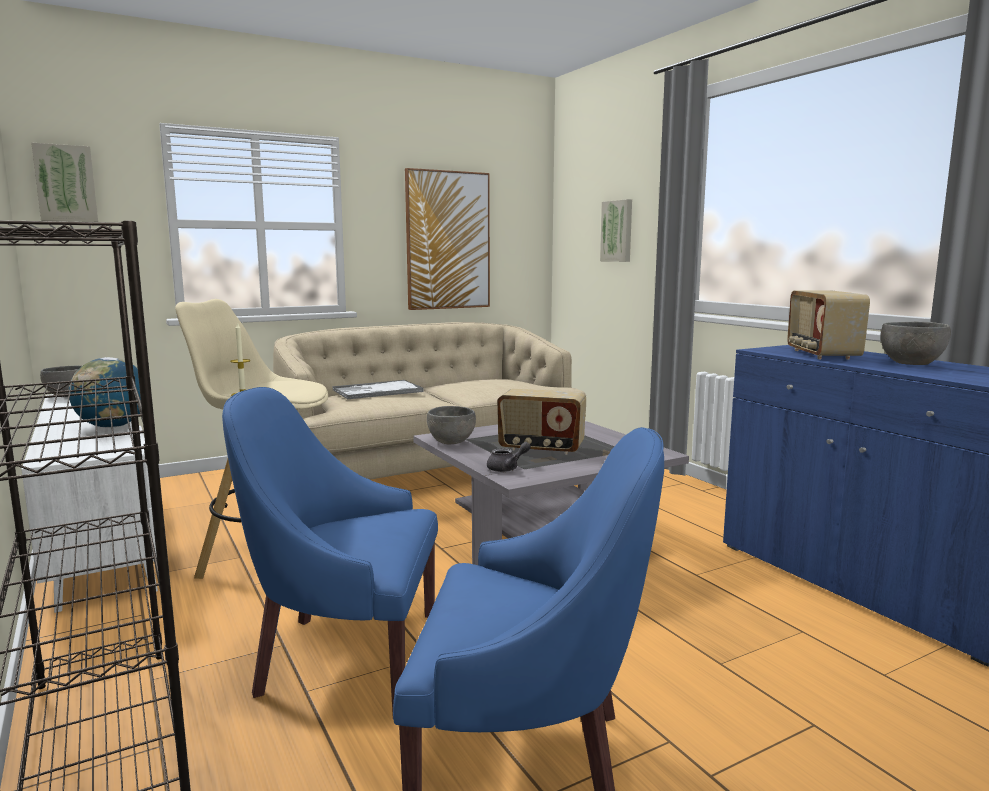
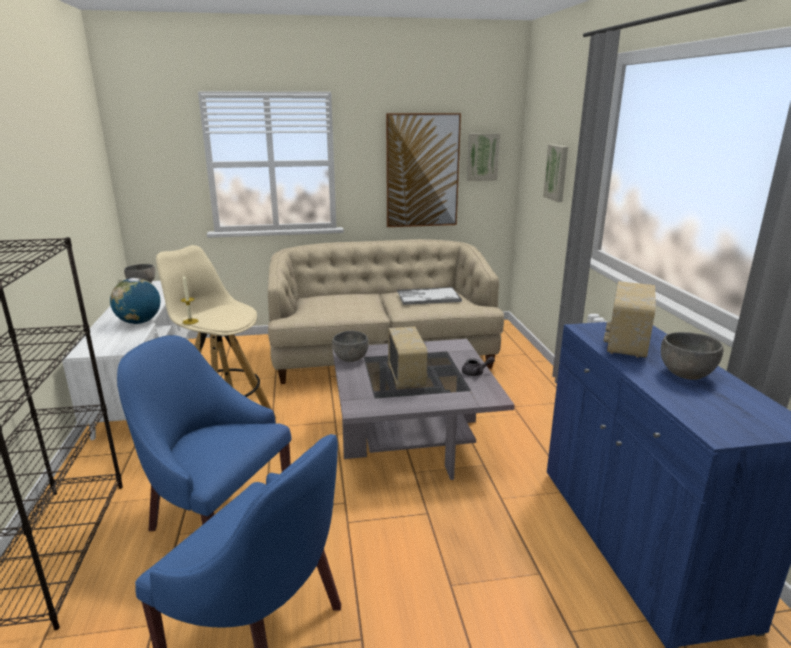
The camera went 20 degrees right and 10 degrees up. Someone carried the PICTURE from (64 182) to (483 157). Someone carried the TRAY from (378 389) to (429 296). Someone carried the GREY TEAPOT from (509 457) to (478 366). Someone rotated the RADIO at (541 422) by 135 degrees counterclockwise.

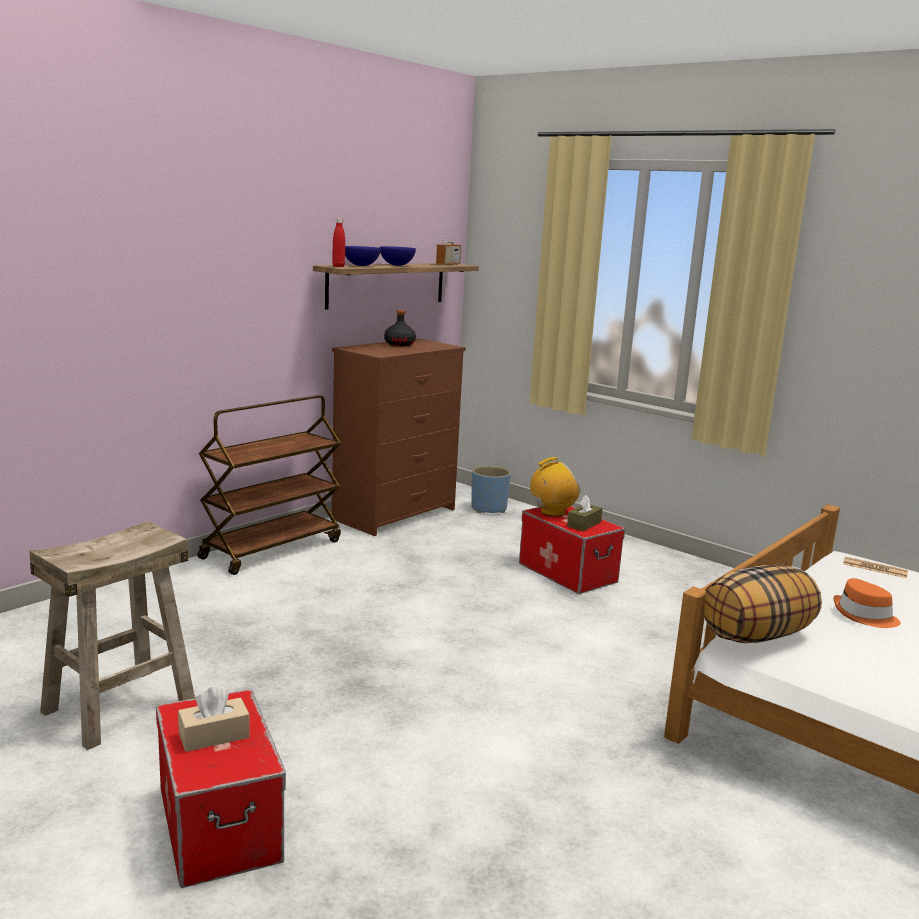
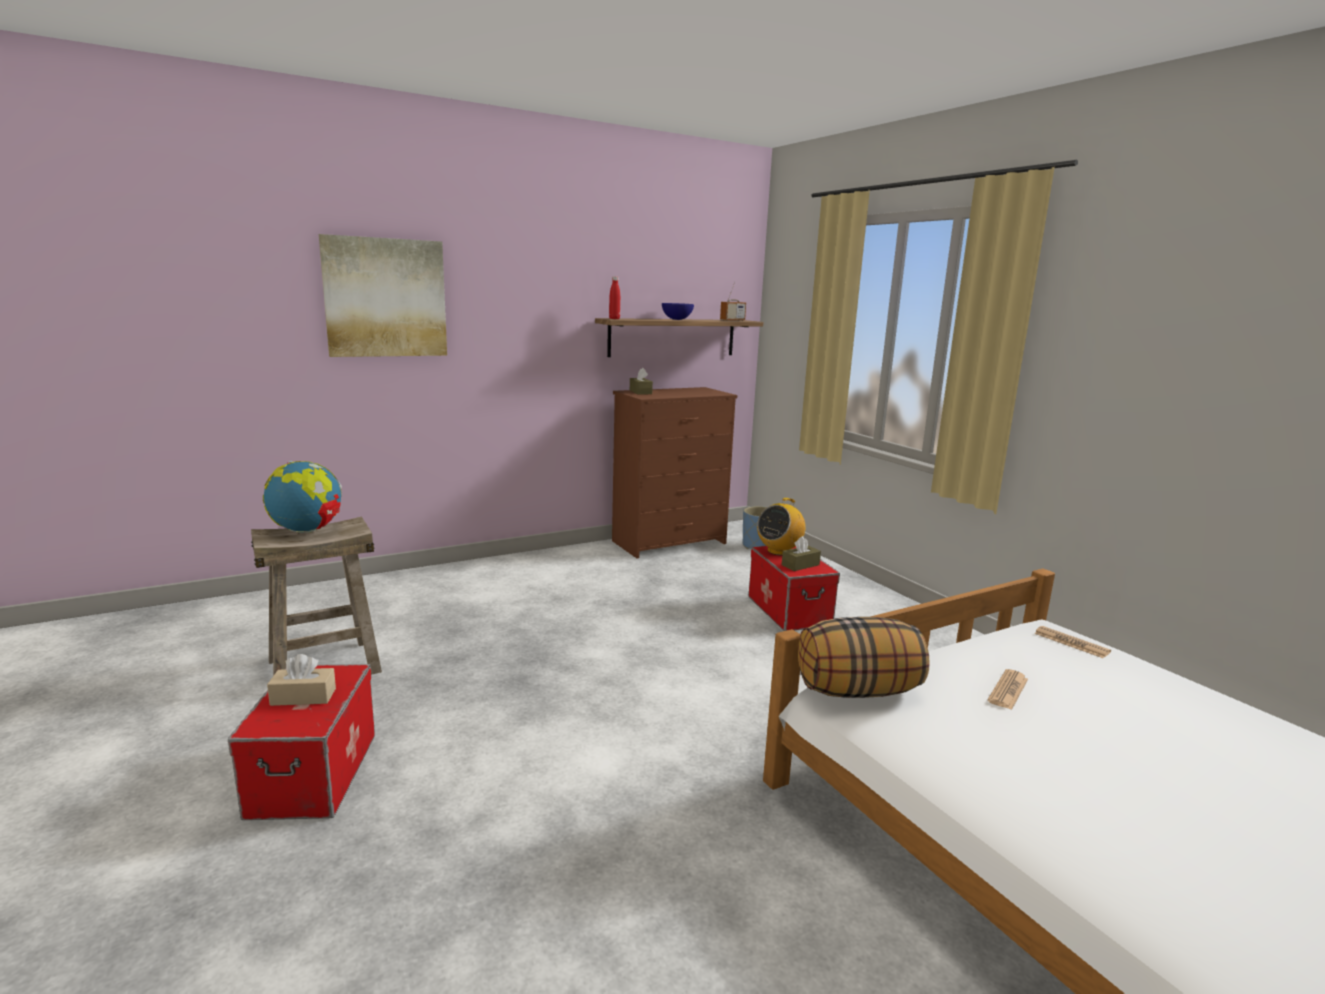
The camera went 20 degrees right and 0 degrees up. Someone took away the BROWN-COLOURED CART at (269 485). Someone took away the BLUE-COLOURED SERVING BOWL at (363 256). Someone took away the BLACK DRINK BOTTLE at (400 328). Someone rotated the RADIO at (555 486) by 135 degrees clockwise. Someone swapped the ORANGE WEARABLE HAT at (867 603) for the DAILY PAPER at (1007 689). Someone put down the WORLD GLOBE at (302 497). Someone put up the PICTURE at (383 295). Someone put down the BROWN-COLOURED TISSUE BOX at (641 380).

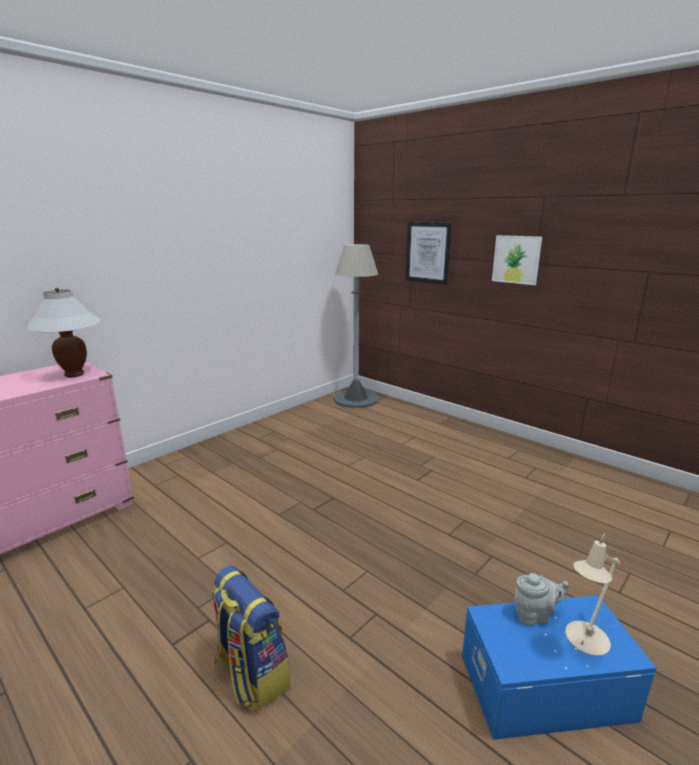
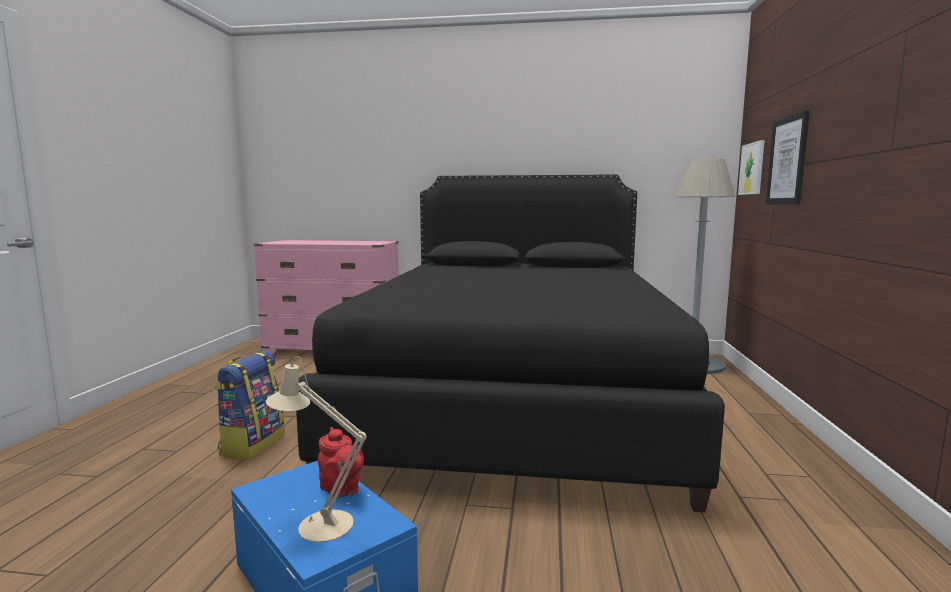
The camera went 55 degrees right and 10 degrees down. Someone took away the WHITE-COLOURED TABLETOP LAMP at (63 333). Someone carried the PICTURE from (517 260) to (751 167). Someone repainted the GREY TEAPOT at (541 599), which became the RED TEAPOT at (341 462). Someone put down the BLACK BED at (510 343).

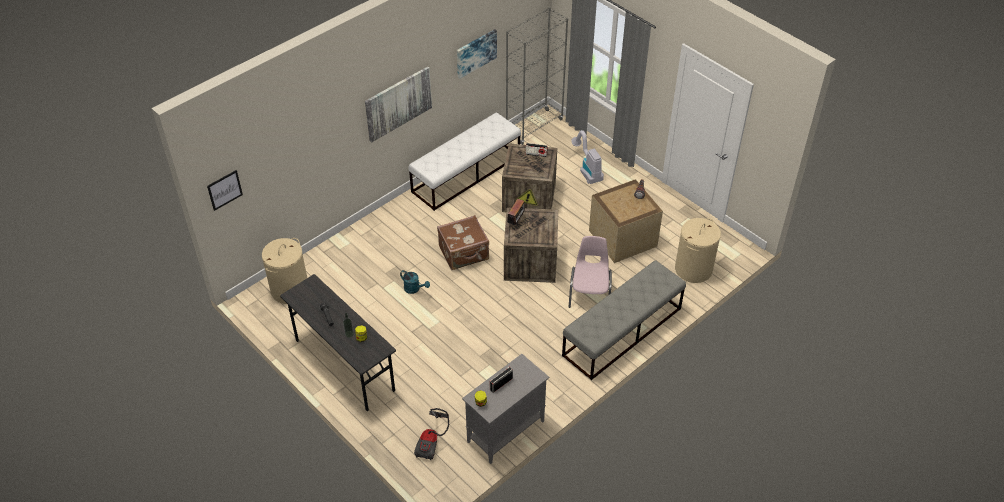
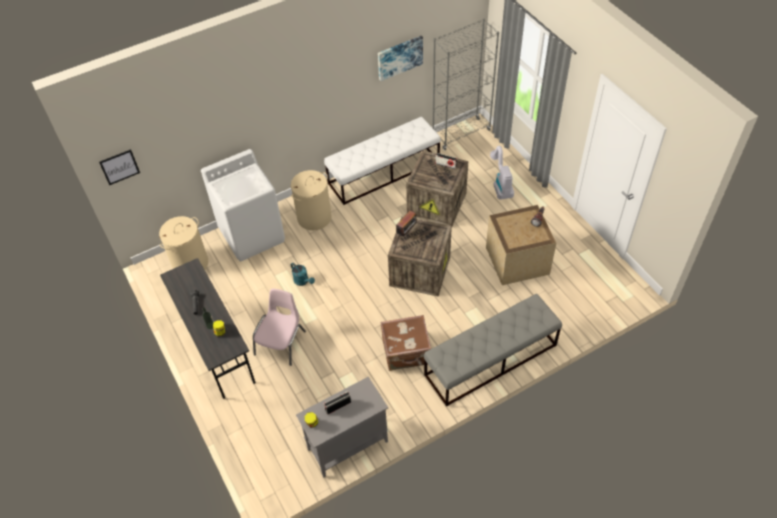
The camera went 15 degrees right and 5 degrees up. Someone took away the PICTURE at (398 104). Someone took away the VACUUM at (431 434). Someone carried the BROWN-COLOURED SUITCASE from (463 242) to (406 343). Someone carried the PINK-COLOURED PLAIN CHAIR from (590 272) to (279 327). Someone carried the SAND-COLOURED HAMPER from (698 250) to (311 200). Someone put down the WHITE-COLOURED LAUNDRY APPLIANCE at (243 205).

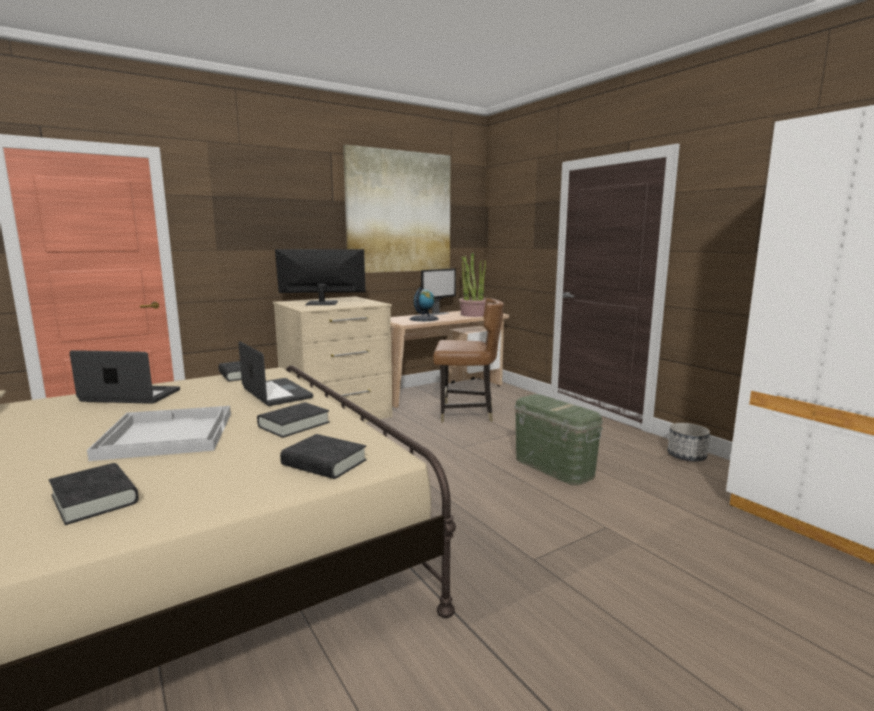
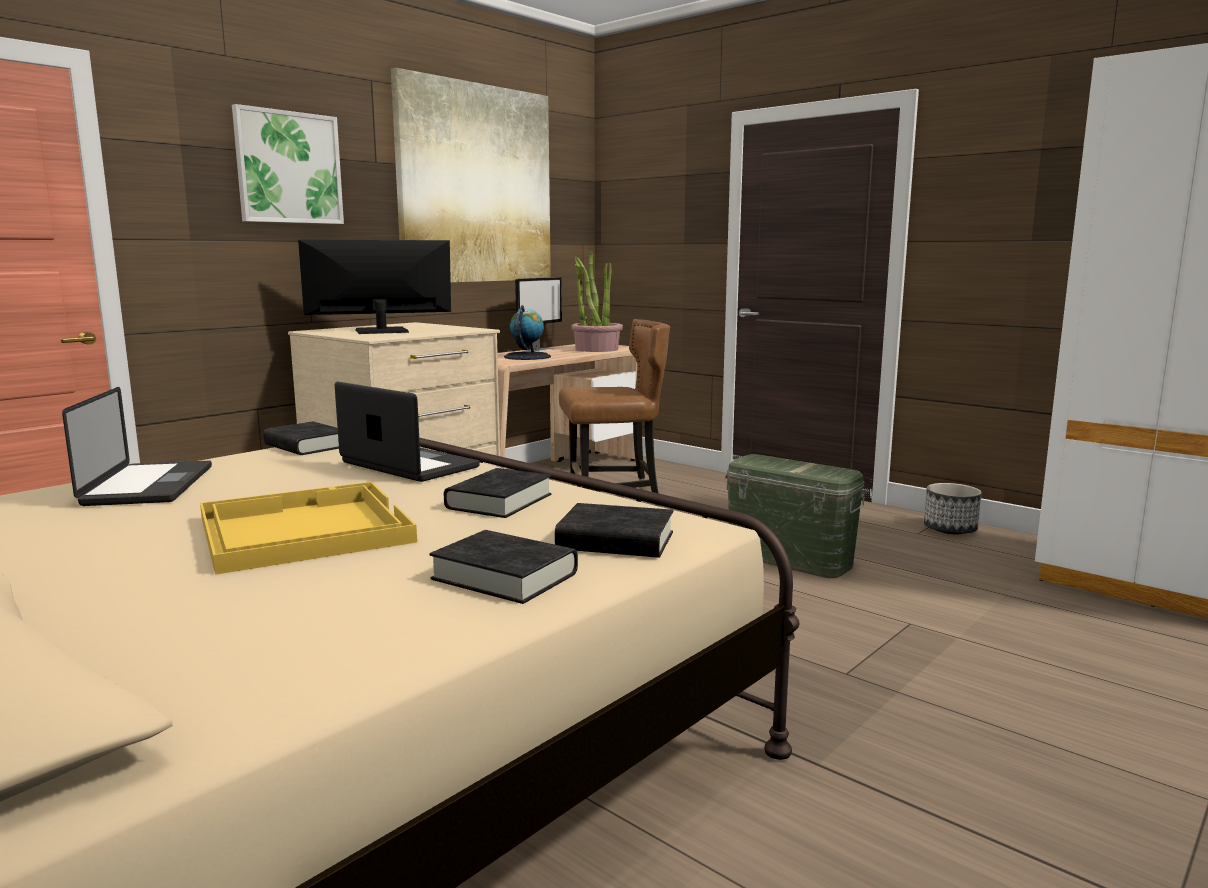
The camera went 15 degrees left and 0 degrees up. Someone carried the BLACK BOOK from (94 494) to (503 567). Someone rotated the LAPTOP at (125 377) by 90 degrees clockwise. Someone repainted the WHITE-COLOURED TRAY at (159 433), which became the YELLOW-COLOURED TRAY at (308 528). Someone put up the PICTURE at (288 164).

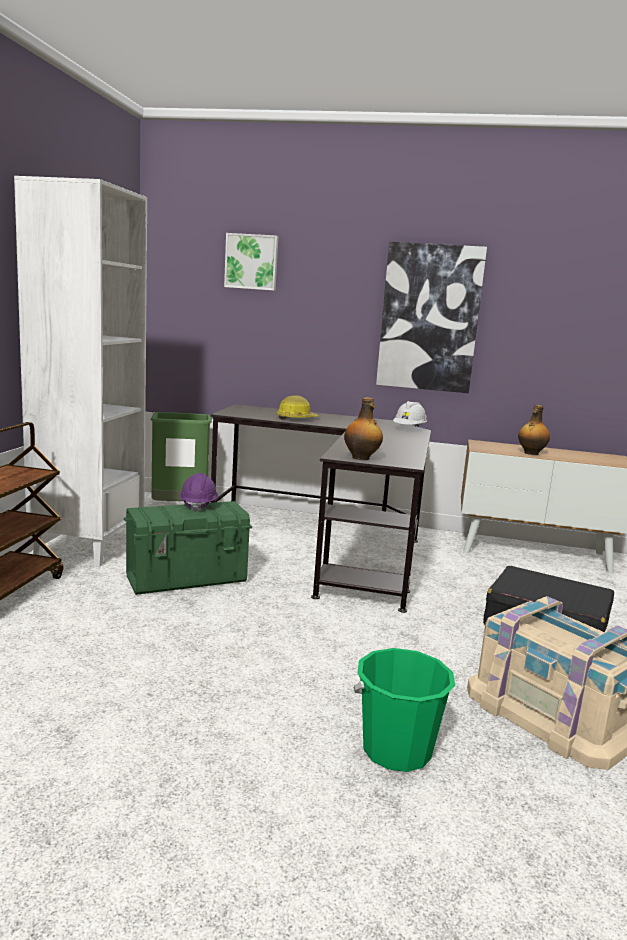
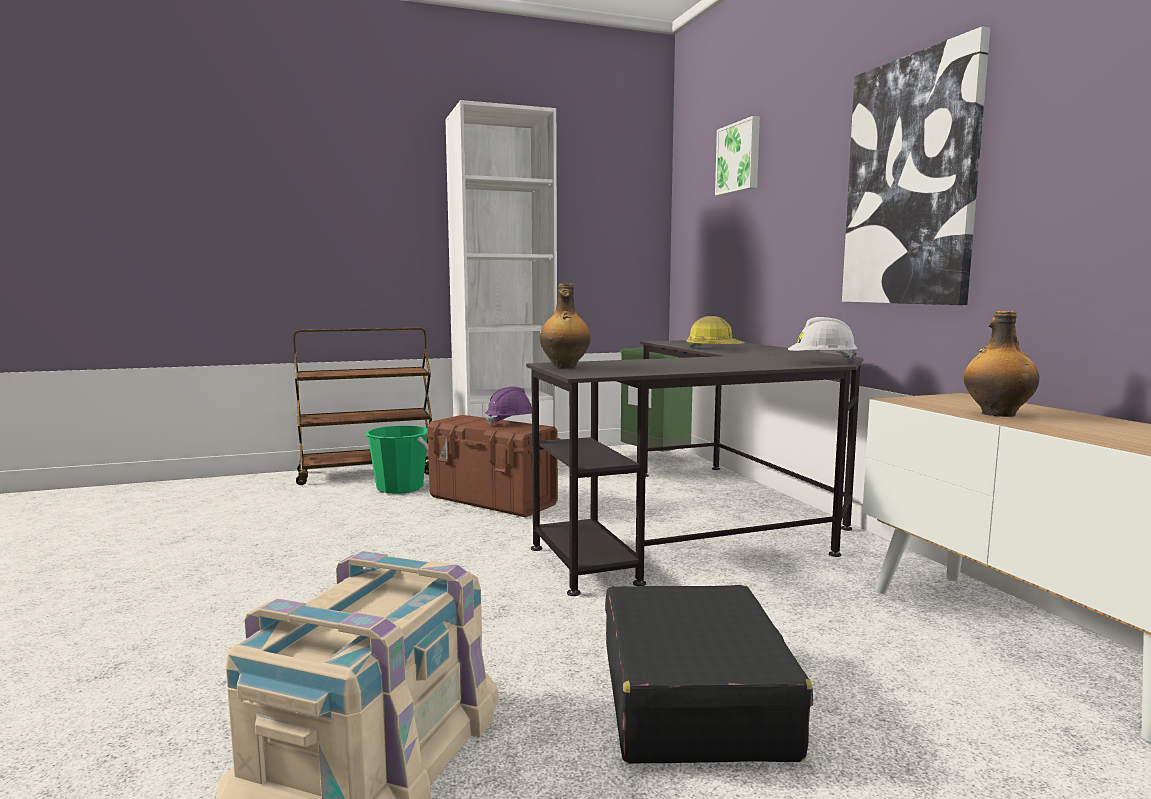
The camera went 60 degrees right and 5 degrees down. Someone repainted the GREEN STORAGE BIN at (188 548), which became the BROWN-COLOURED STORAGE BIN at (493 466). Someone carried the GREEN PAIL from (404 710) to (396 460).

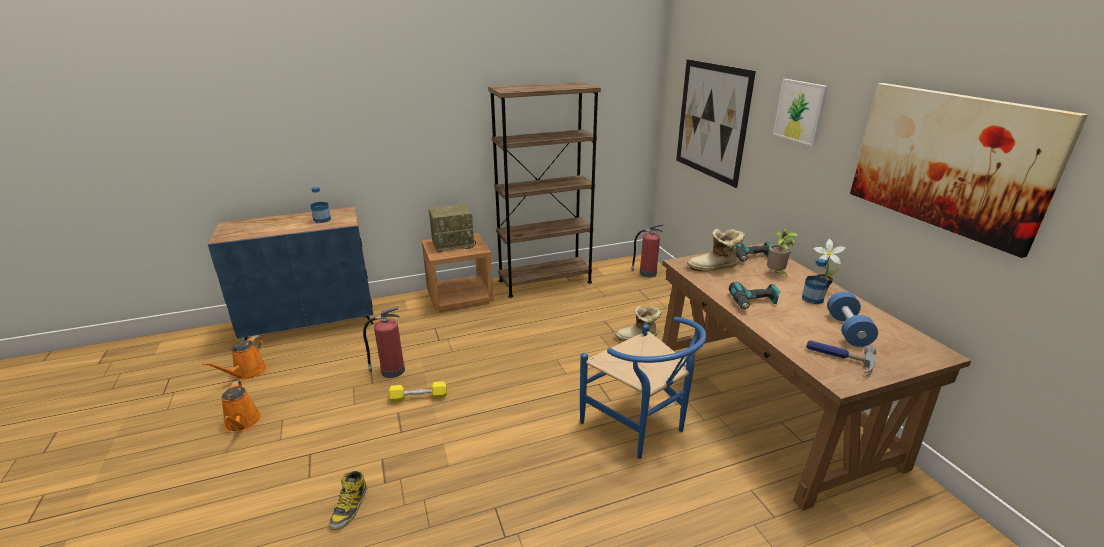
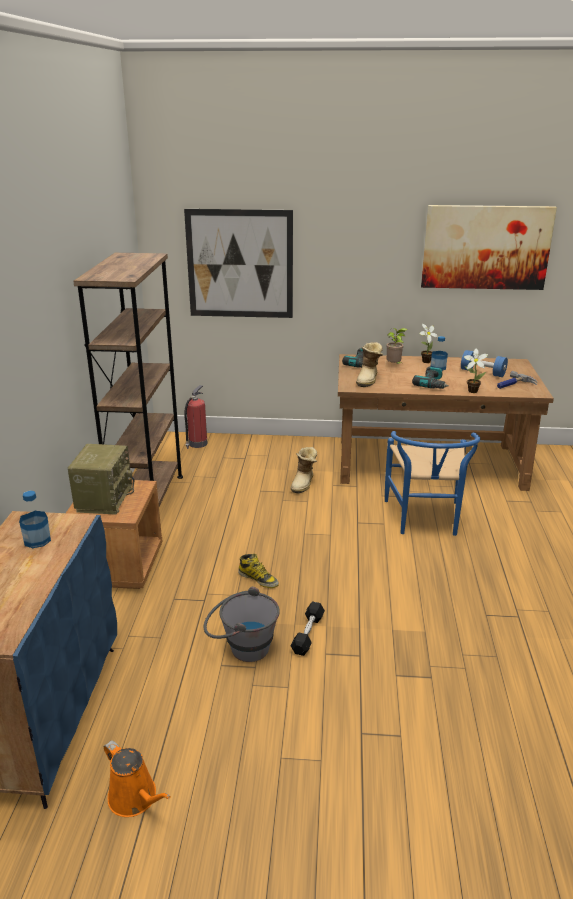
The camera went 65 degrees left and 0 degrees up. Someone took away the ORANGE WATERING CAN at (241 406). Someone carried the HIGH-TOP BOOT from (348 500) to (258 571). Someone swapped the FIRE EXTINGUISHER at (384 342) for the GREY PAIL at (242 624). Someone repainted the YELLOW-COLOURED FREE WEIGHT at (417 391), which became the BLACK FREE WEIGHT at (308 628). Someone rotated the BLUE-COLOURED PLAIN CHAIR at (643 388) by 105 degrees clockwise. Someone took away the PICTURE at (800 112). Someone put down the PLANT IN A POT at (476 370).

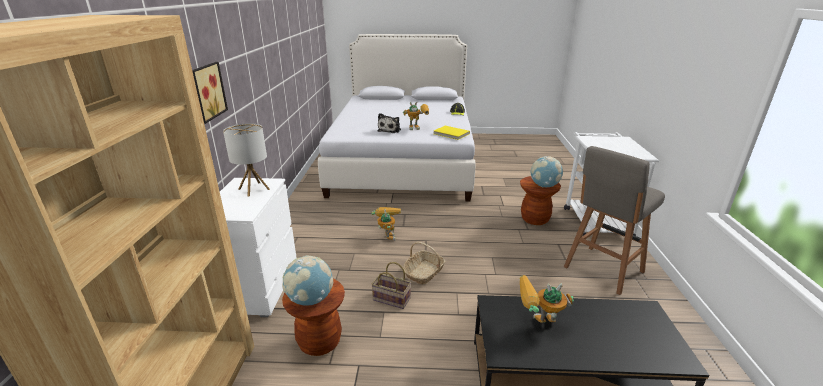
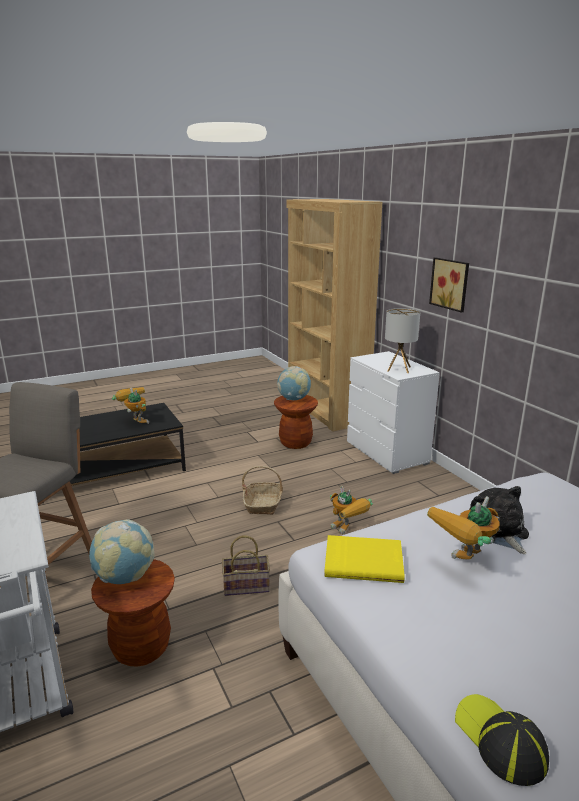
The camera went 150 degrees right and 5 degrees down. Someone carried the HOUSEHOLD BASKET from (391 285) to (246 565). Someone rotated the MODEL ROBOT at (546 299) by 105 degrees counterclockwise.

